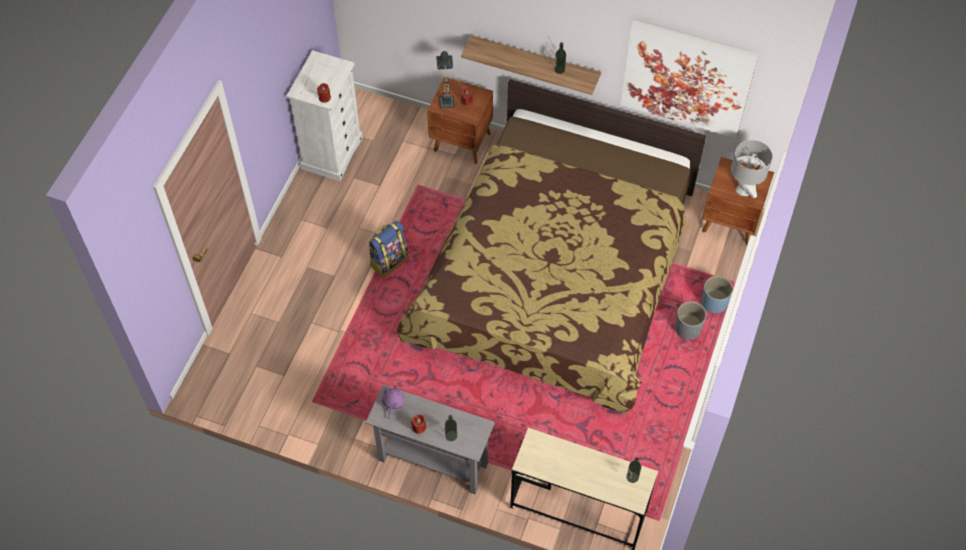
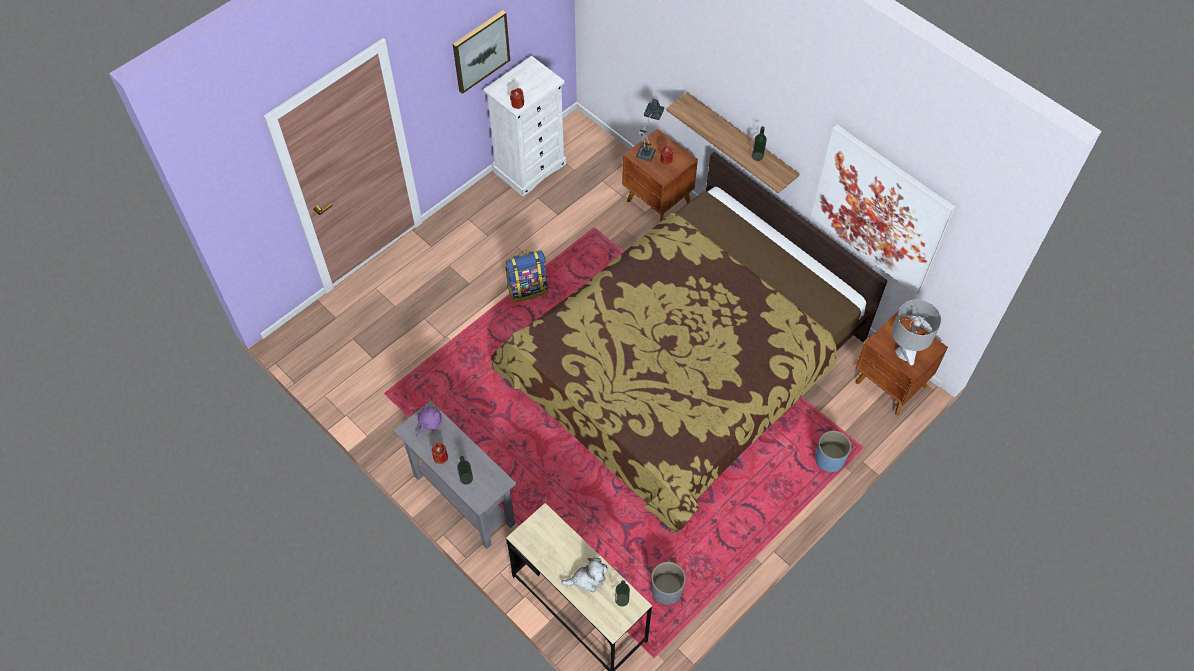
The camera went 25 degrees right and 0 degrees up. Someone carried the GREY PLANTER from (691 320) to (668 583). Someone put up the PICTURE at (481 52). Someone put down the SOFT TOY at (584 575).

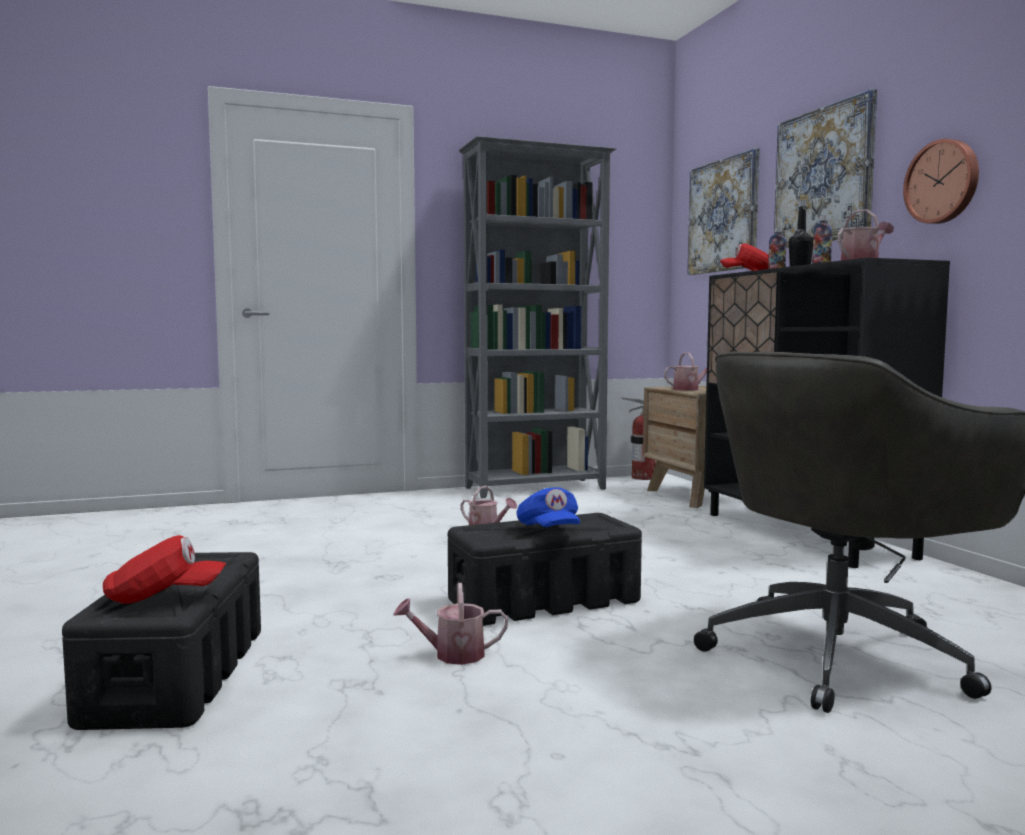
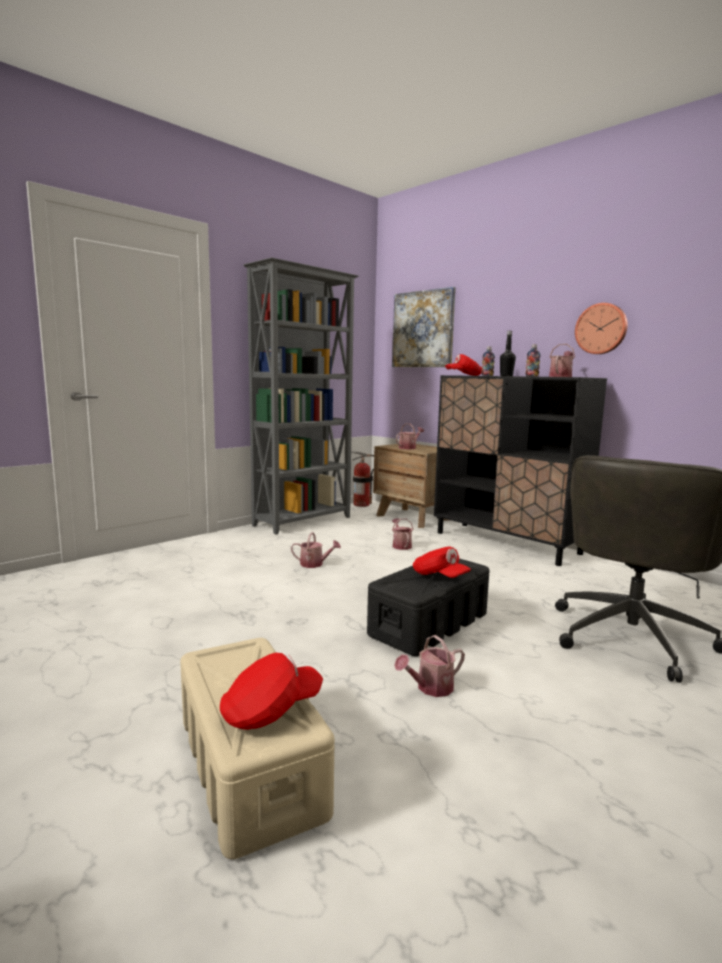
The camera went 25 degrees left and 5 degrees up. Someone repainted the BLACK STORAGE BIN at (161 641), which became the SAND-COLOURED STORAGE BIN at (257 748). Someone repainted the BLUE-COLOURED BASEBALL CAP at (548 507), which became the RED BASEBALL CAP at (442 562). Someone took away the PICTURE at (825 168). Someone put down the WATERING CAN at (402 534).

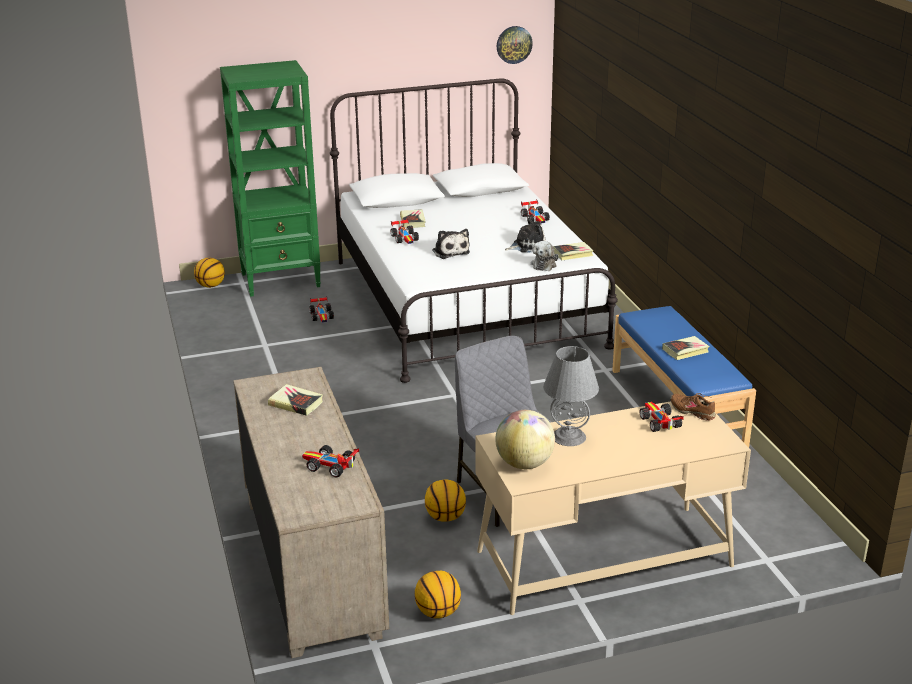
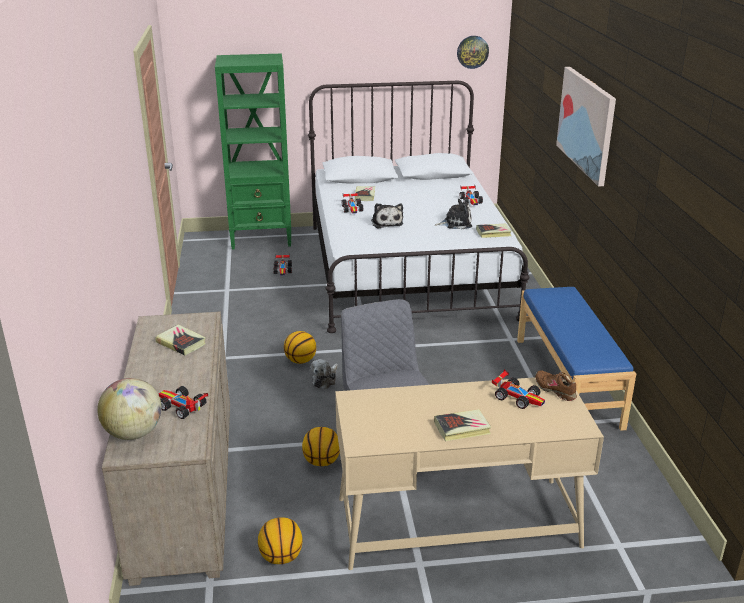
The camera went 10 degrees right and 0 degrees up. Someone carried the BALL FOR BASKETBALL from (209 273) to (300 347). Someone carried the WORLD GLOBE from (525 439) to (129 409). Someone carried the SOFT TOY from (544 256) to (324 374). Someone took away the GREY TABLETOP LAMP at (571 396). Someone rotated the MINIATURE CAR at (662 417) by 135 degrees clockwise. Someone carried the BOOK from (686 348) to (462 425). Someone put up the PICTURE at (586 127).

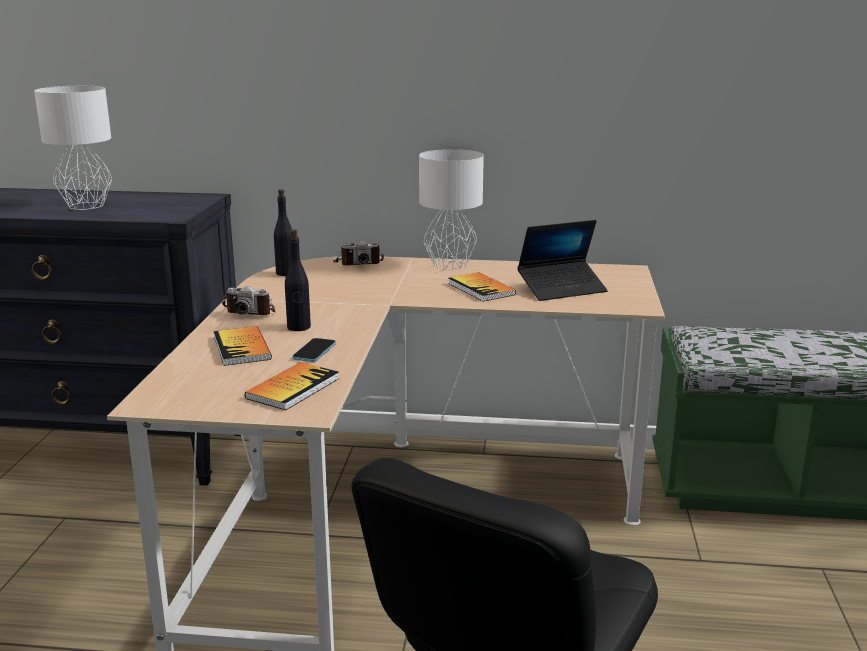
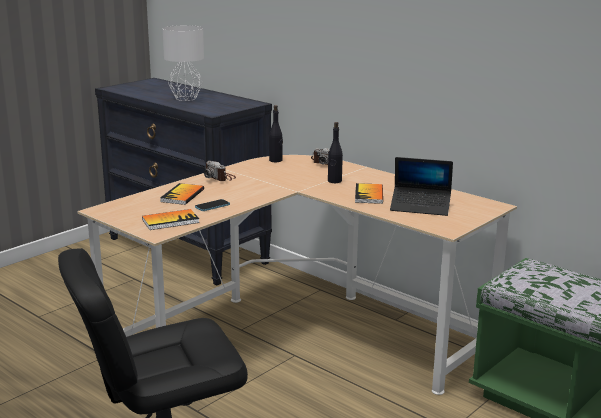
The camera went 35 degrees right and 0 degrees up. Someone carried the BLACK DRINK BOTTLE from (298 280) to (335 152). Someone took away the WHITE-COLOURED TABLETOP LAMP at (451 209).

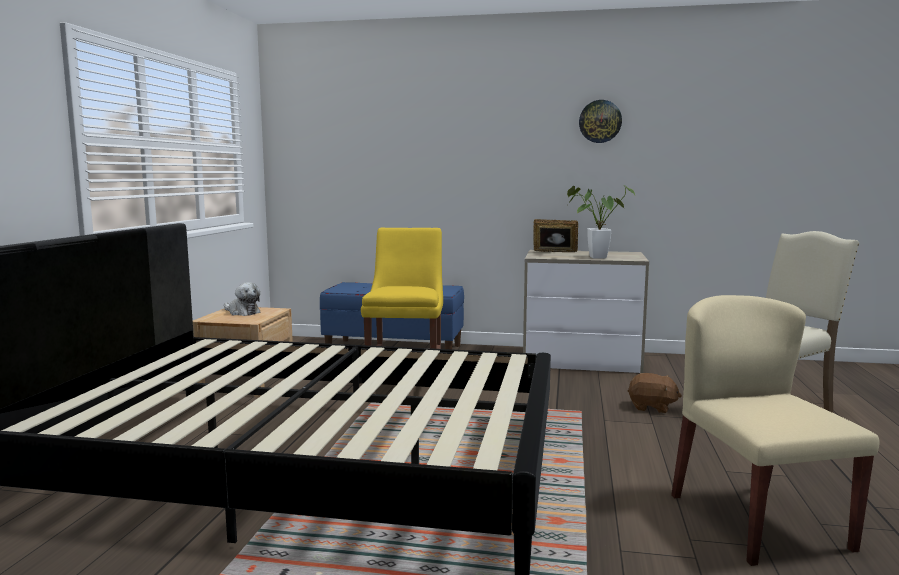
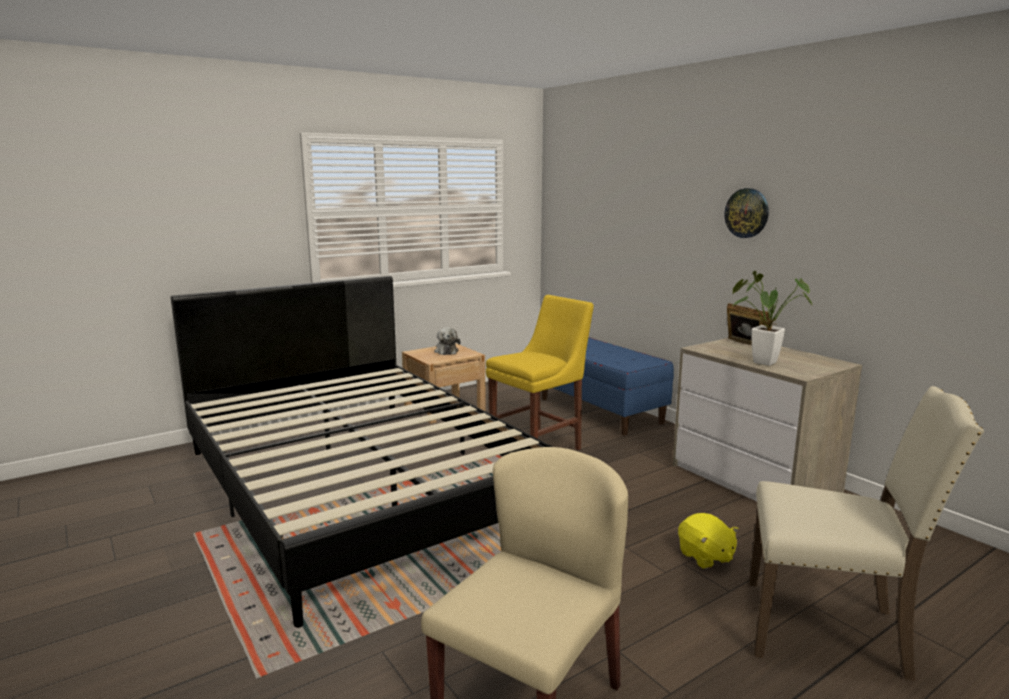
The camera went 45 degrees right and 5 degrees up. Someone carried the HANGING CLOCK from (600 121) to (746 213). Someone repainted the BROWN-COLOURED SOFT TOY at (655 393), which became the YELLOW-COLOURED SOFT TOY at (708 541).

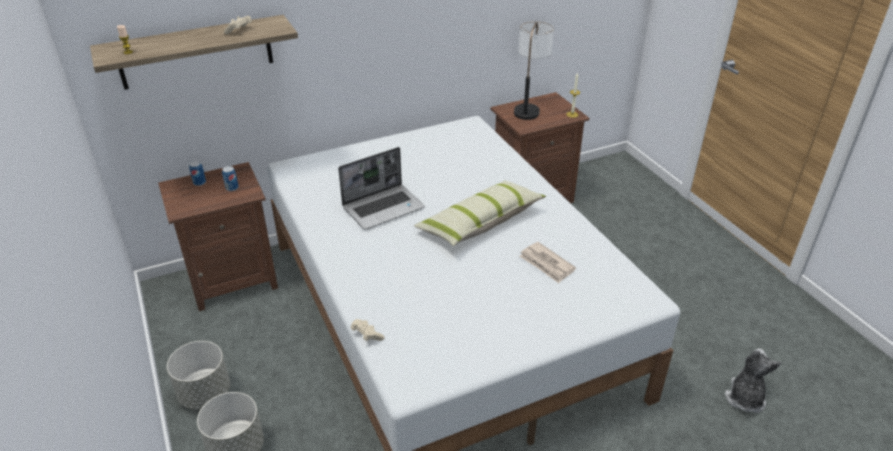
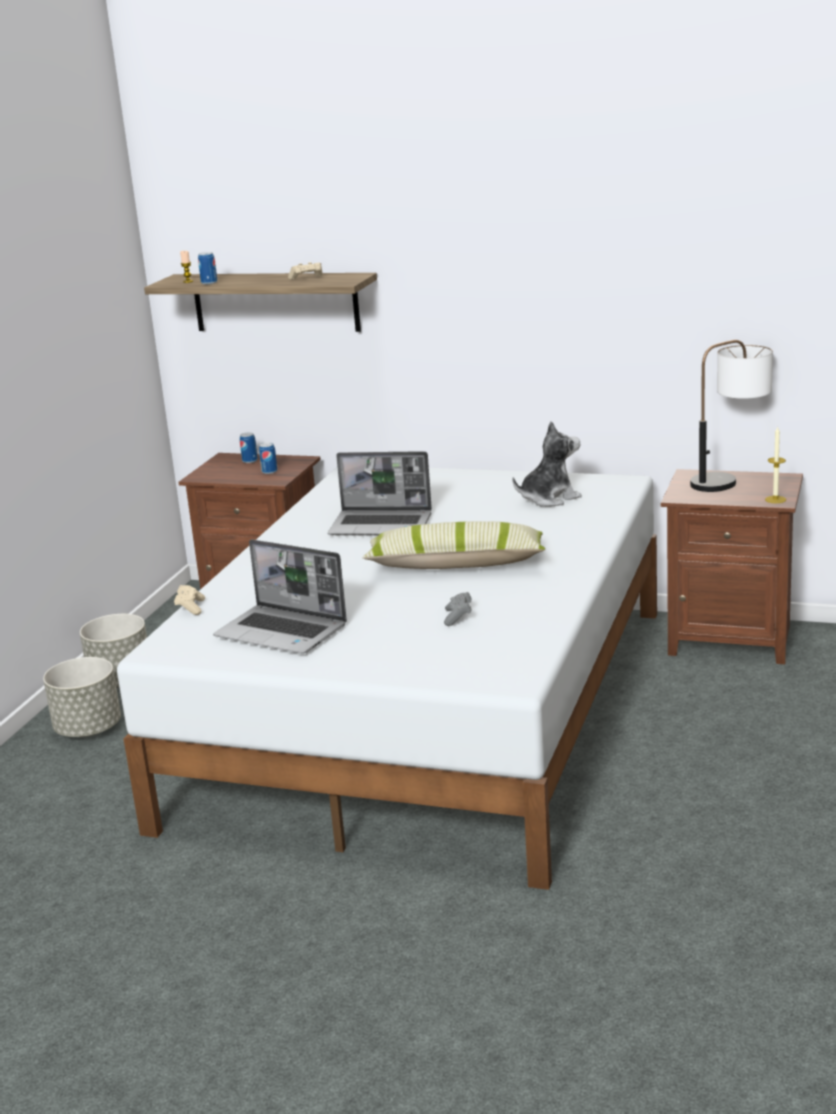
The camera went 45 degrees right and 15 degrees down. Someone swapped the DAILY PAPER at (547 262) for the GREY JOYPAD at (458 609). Someone carried the SOFT TOY from (753 381) to (547 464). Someone put down the SEALED CAN at (207 268). Someone put down the LAPTOP at (280 596).

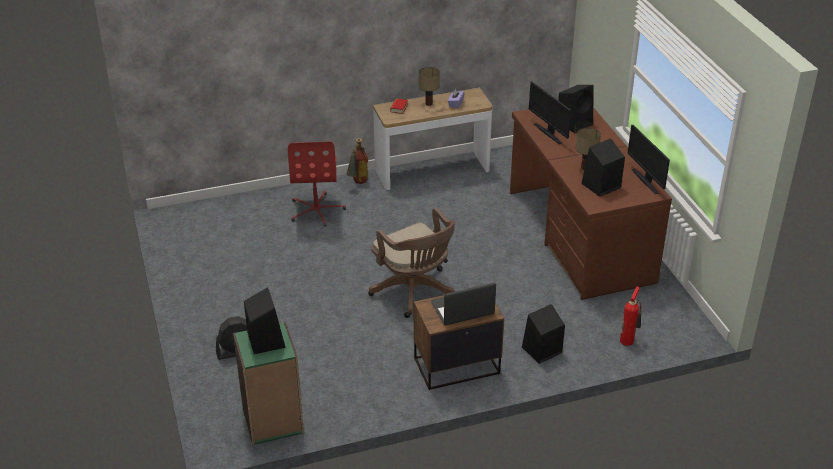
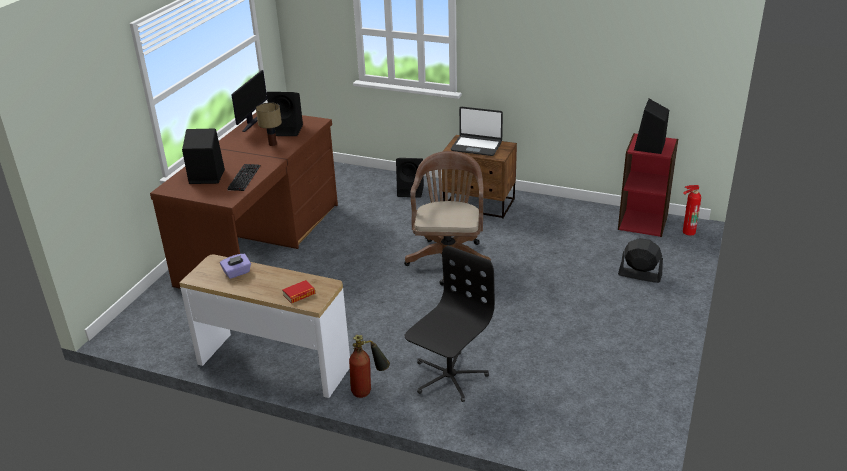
The camera went 140 degrees left and 5 degrees down. Someone repainted the GREEN BOOKCASE at (268 383), which became the RED BOOKCASE at (648 185). Someone repainted the RED DESK CHAIR at (317 184), which became the BLACK DESK CHAIR at (450 324). Someone took away the TABLETOP LAMP at (429 86). Someone swapped the COMPUTER SCREEN at (550 113) for the PC KEYBOARD at (243 177). Someone carried the FIRE EXTINGUISHER from (630 316) to (692 210).

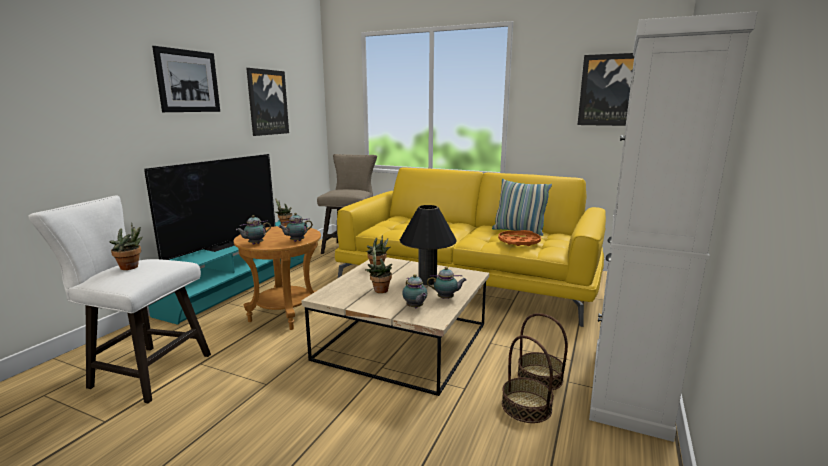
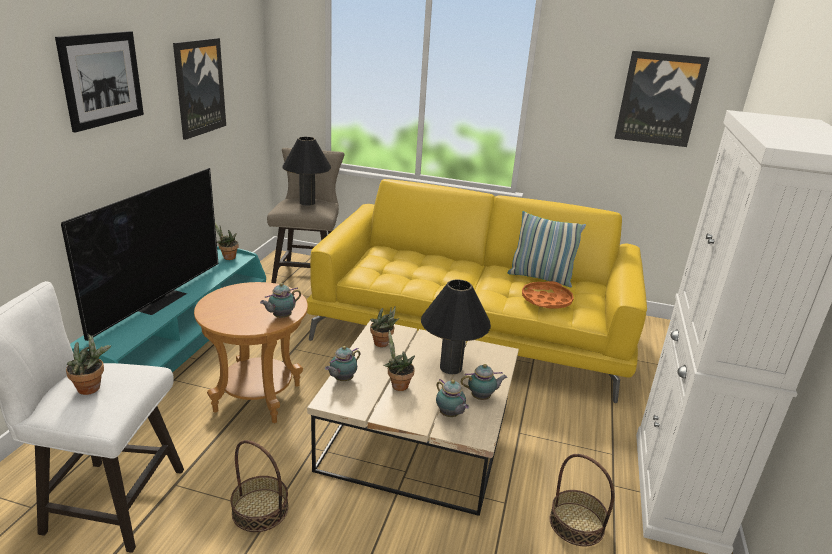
The camera went 10 degrees left and 10 degrees up. Someone carried the TEAPOT from (253 230) to (342 363). Someone carried the HOUSEHOLD BASKET from (542 351) to (259 486). Someone put down the BLACK TABLETOP LAMP at (307 171).

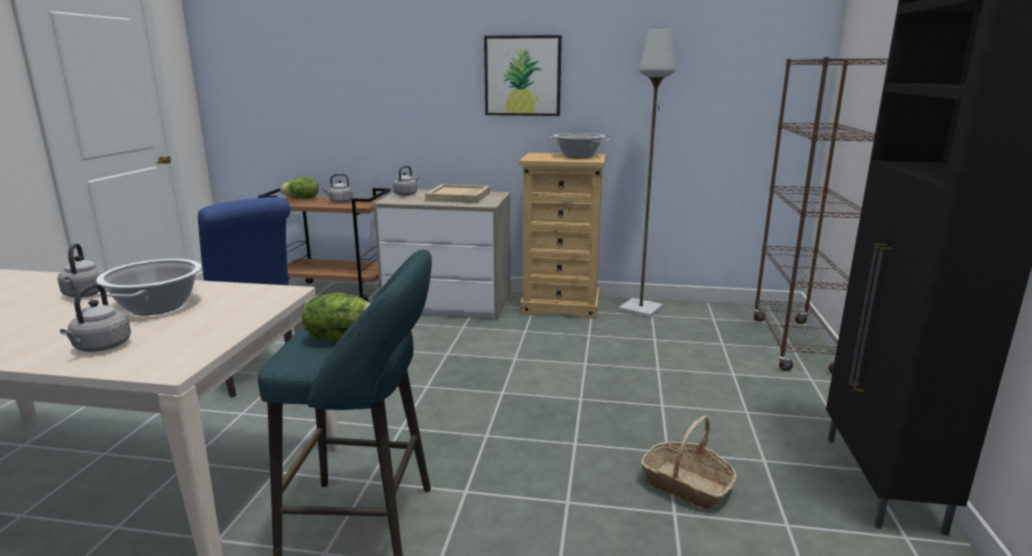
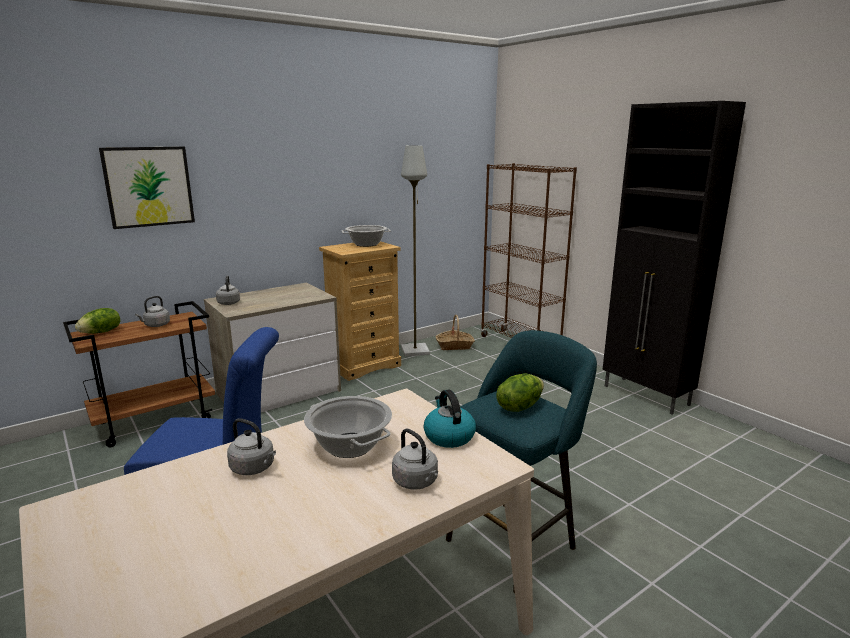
The camera went 45 degrees left and 0 degrees up. Someone took away the SAND-COLOURED TRAY at (457 193). Someone carried the PICTURE from (523 75) to (147 187). Someone carried the HOUSEHOLD BASKET from (689 462) to (455 332). Someone put down the KETTLE at (450 419).

